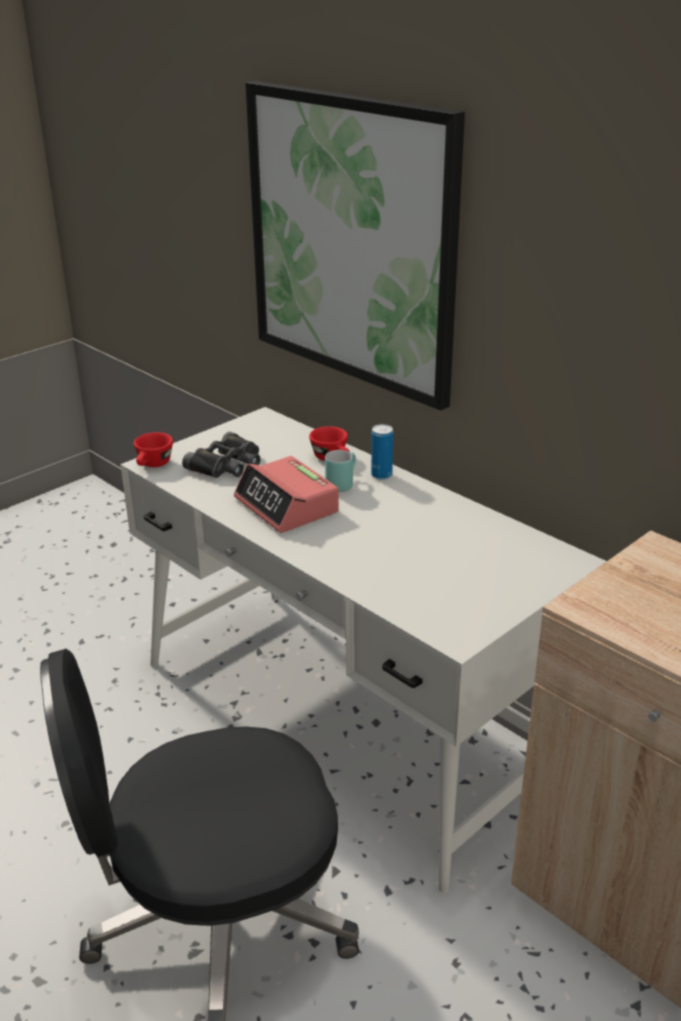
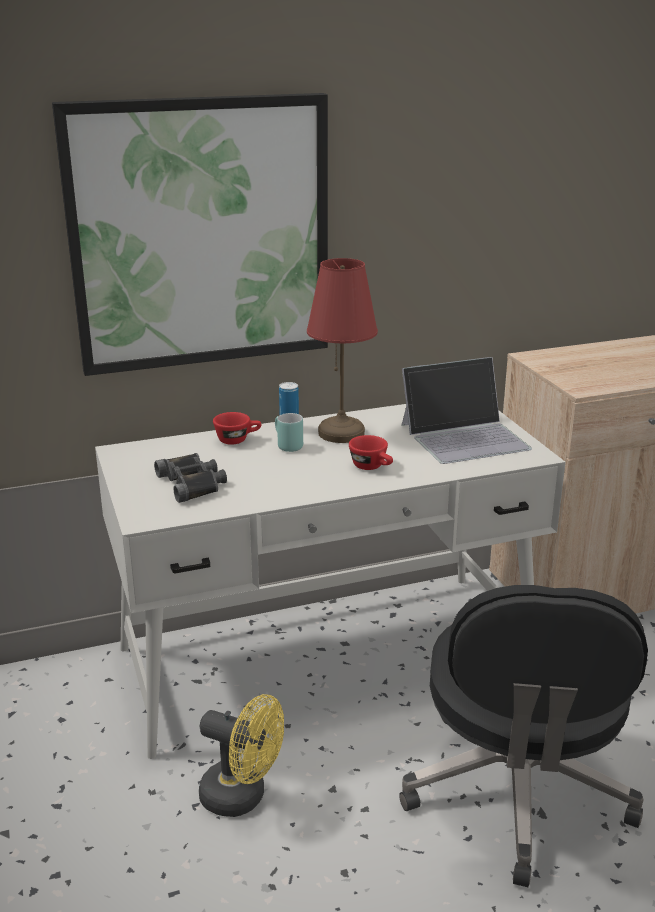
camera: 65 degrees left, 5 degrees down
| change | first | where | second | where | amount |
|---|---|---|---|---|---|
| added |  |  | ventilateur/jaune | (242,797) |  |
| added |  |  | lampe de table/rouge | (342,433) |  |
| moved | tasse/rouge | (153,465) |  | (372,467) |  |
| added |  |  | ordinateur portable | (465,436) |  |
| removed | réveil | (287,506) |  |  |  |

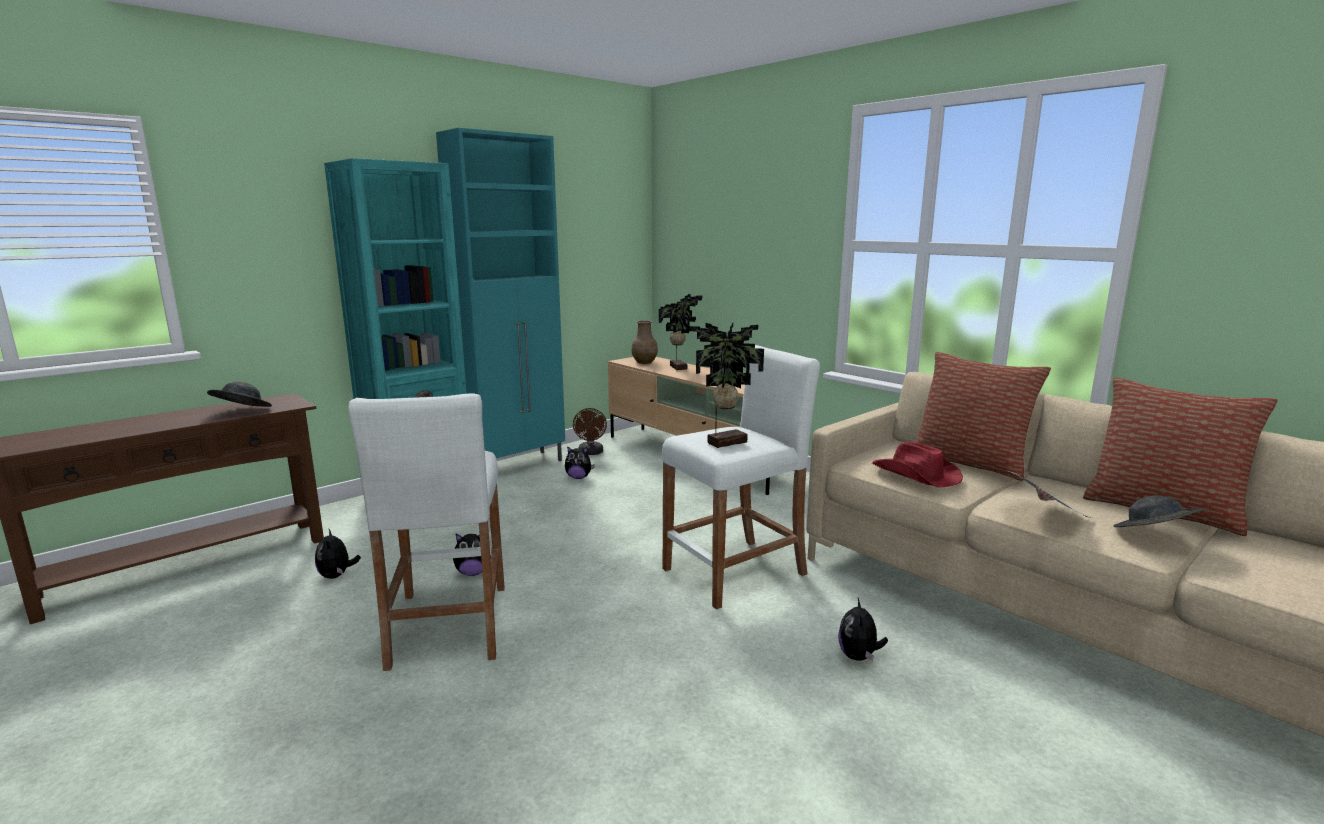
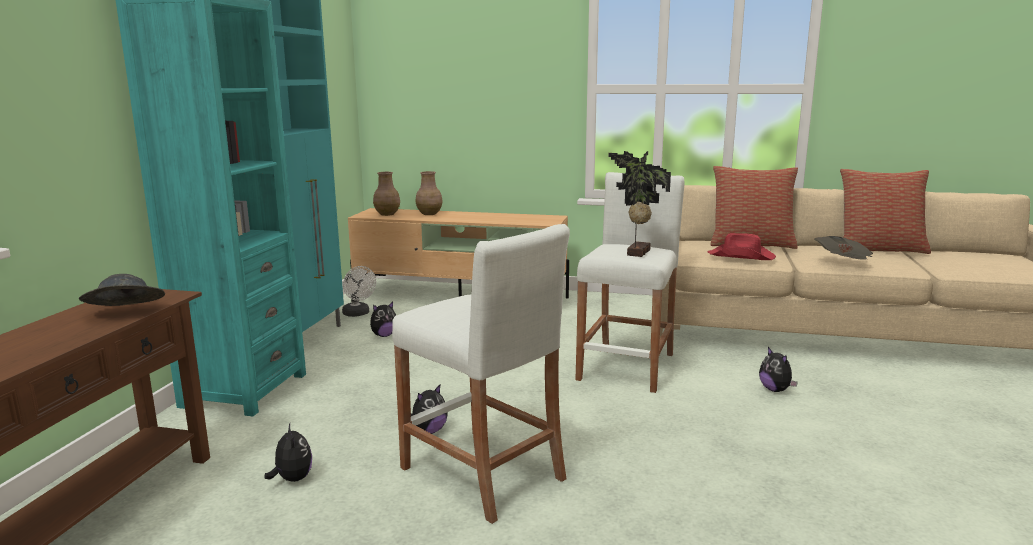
camera: 35 degrees left, 0 degrees up
| change | first | where | second | where | amount |
|---|---|---|---|---|---|
| turned | peluche | (337,576) |  | (292,479) | 150 degrees counterclockwise |
| recoloured | ventilateur/marron | (591,453) | ventilateur/blanc | (358,314) |  |
| replaced | plante en pot | (679,367) | vase/marron | (429,214) |  |
| removed | chapeau/gris | (1153,536) |  |  |  |

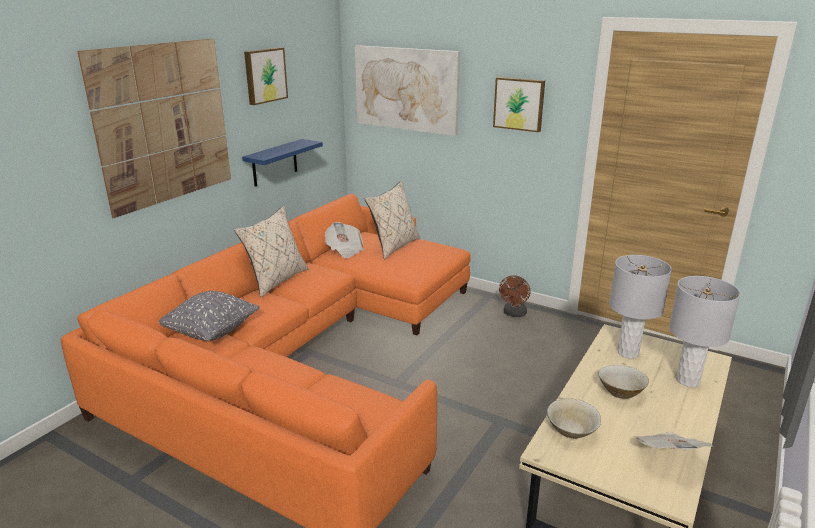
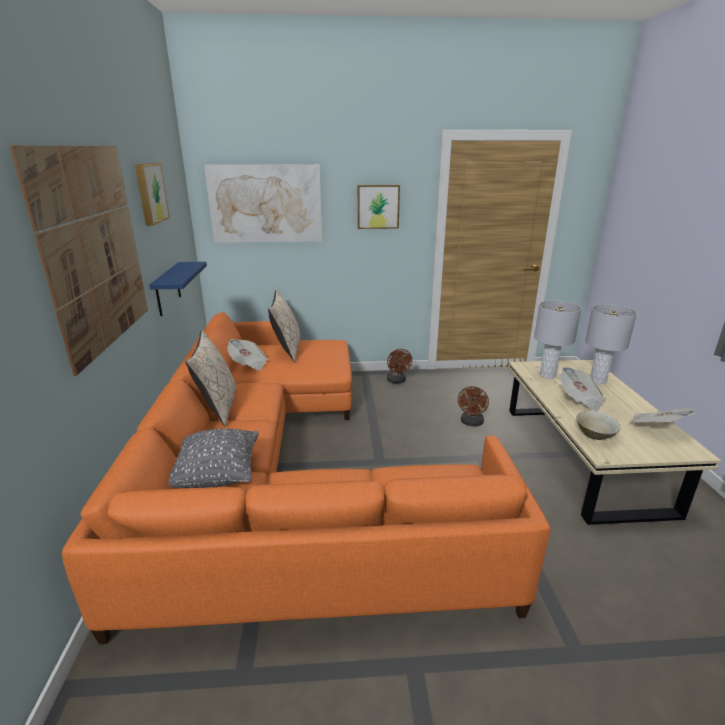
camera: 35 degrees left, 0 degrees up
| change | first | where | second | where | amount |
|---|---|---|---|---|---|
| added |  |  | ventilateur/marron | (471,423) |  |
| replaced | bol/beige | (620,392) | journal | (580,400) |  |

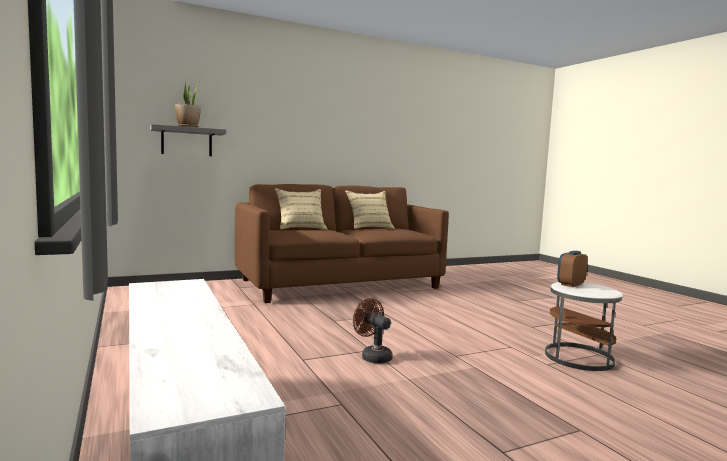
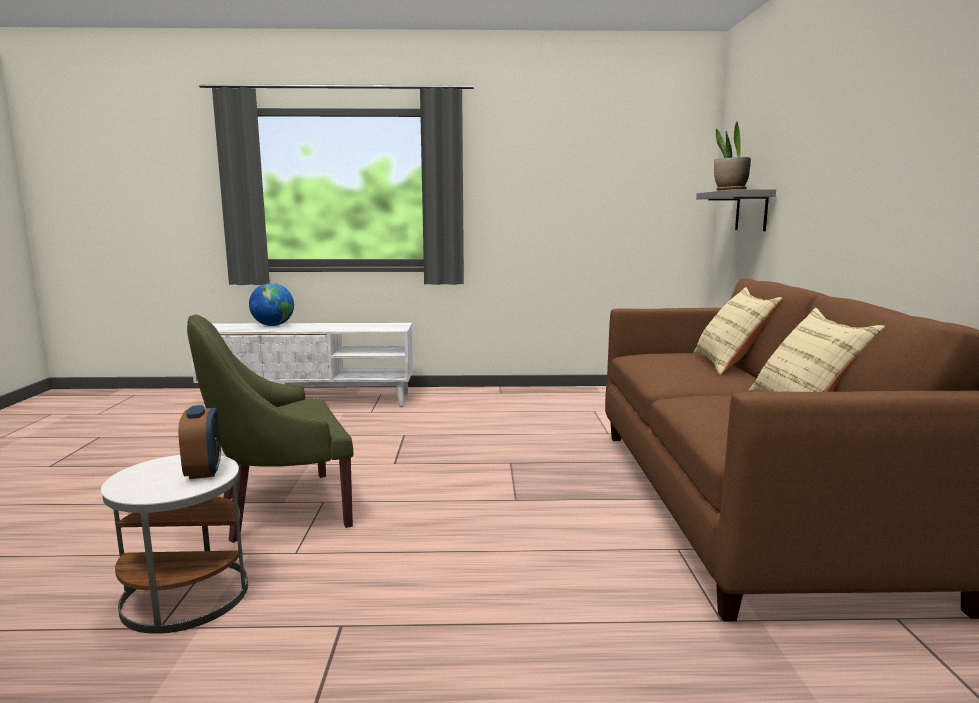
camera: 115 degrees right, 5 degrees up
| change | first | where | second | where | amount |
|---|---|---|---|---|---|
| added |  |  | fauteuil/vert | (281,508) |  |
| added |  |  | globe | (273,325) |  |
| removed | ventilateur/marron | (373,356) |  |  |  |

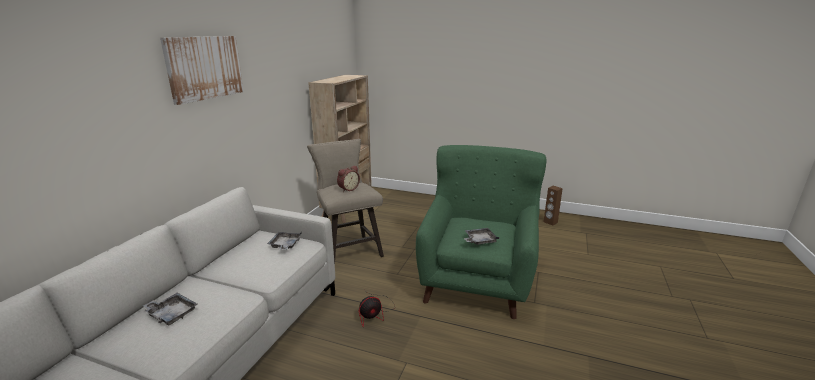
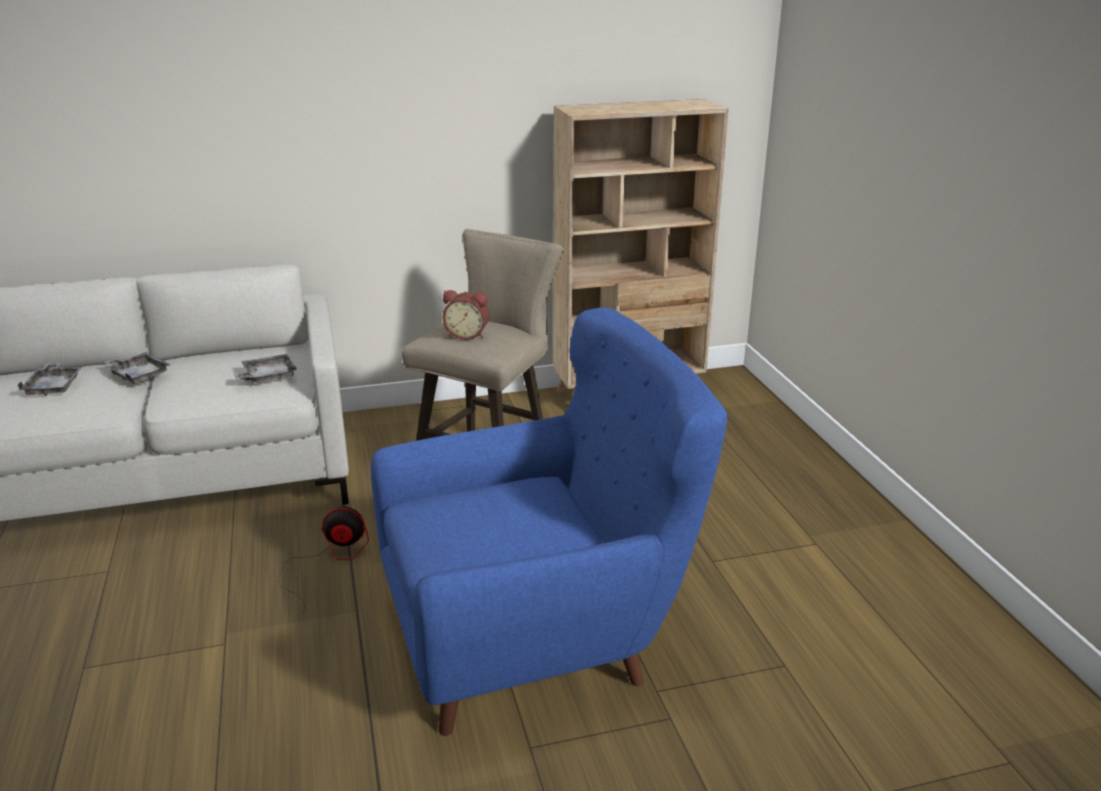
camera: 55 degrees right, 5 degrees up
| change | first | where | second | where | amount |
|---|---|---|---|---|---|
| moved | plateau/gris | (479,240) |  | (138,375) |  |
| turned | ventilateur | (374,313) |  | (328,561) | 150 degrees clockwise |
| recoloured | fauteuil/vert | (476,280) | fauteuil/bleu | (535,636) |  |
| removed | tableau | (204,67) |  |  |  |
| removed | enceinte/marron | (550,222) |  |  |  |

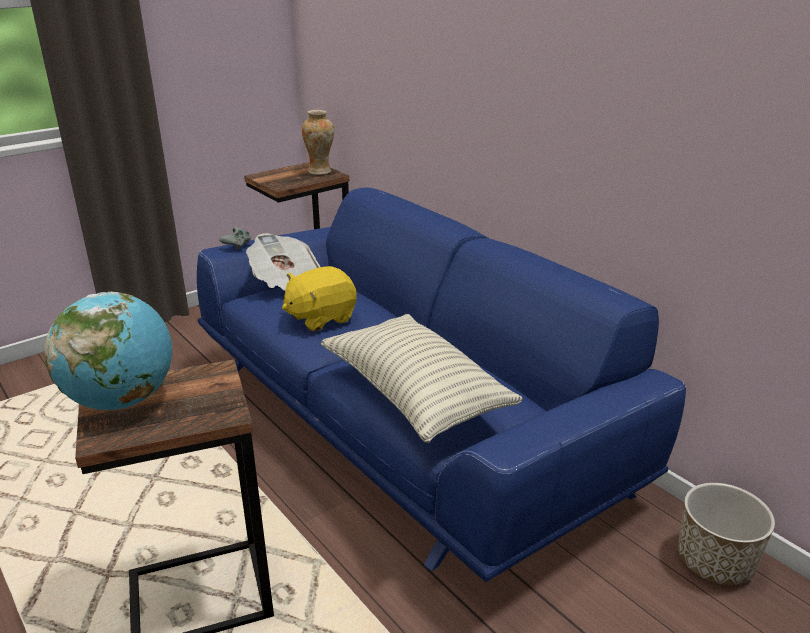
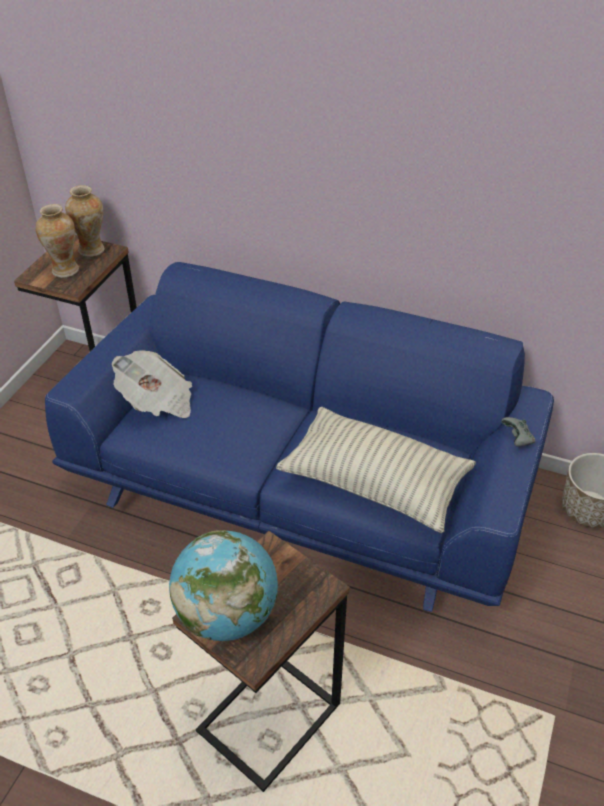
camera: 30 degrees left, 15 degrees up
| change | first | where | second | where | amount |
|---|---|---|---|---|---|
| added |  |  | vase | (65,270) |  |
| moved | manette/gris | (237,245) |  | (517,439) |  |
| removed | peluche/jaune | (320,318) |  |  |  |

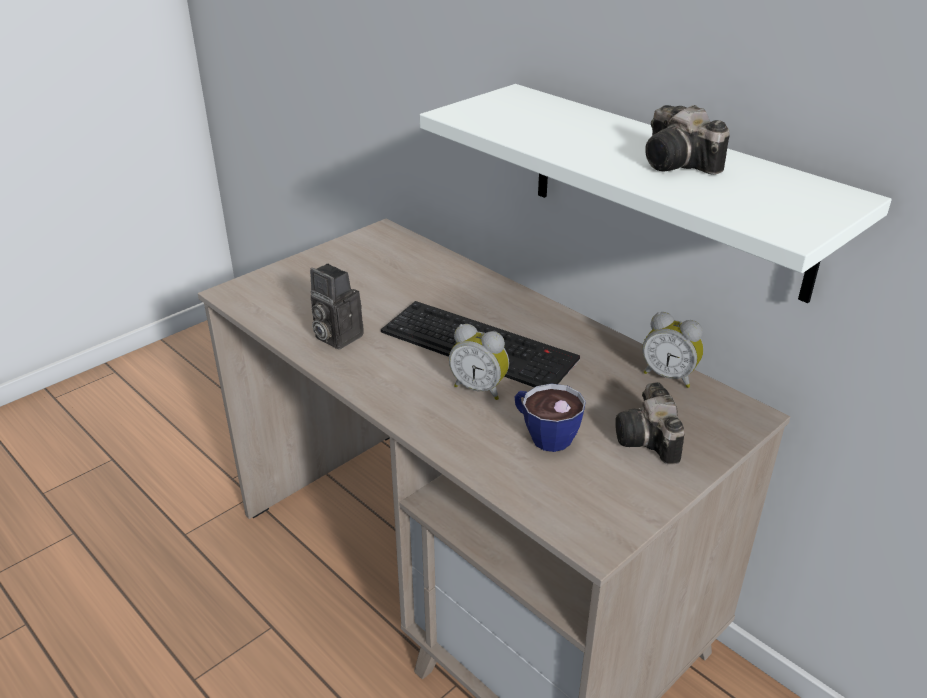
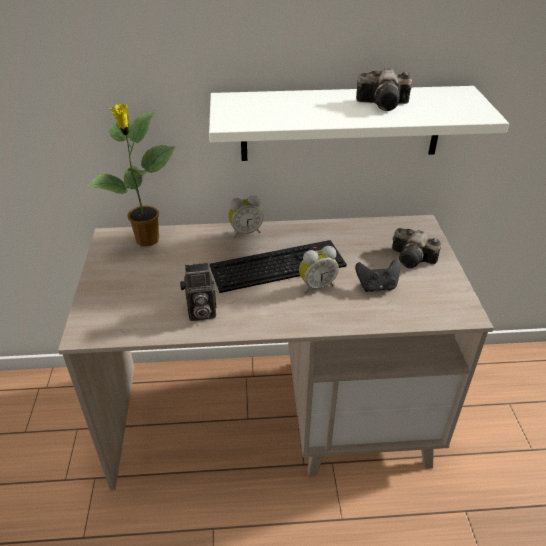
camera: 50 degrees left, 5 degrees up
| change | first | where | second | where | amount |
|---|---|---|---|---|---|
| added |  |  | plante en pot | (147,240) |  |
| moved | réveil | (669,376) |  | (245,232) |  |
| replaced | tasse | (543,434) | manette/noir | (377,286) |  |

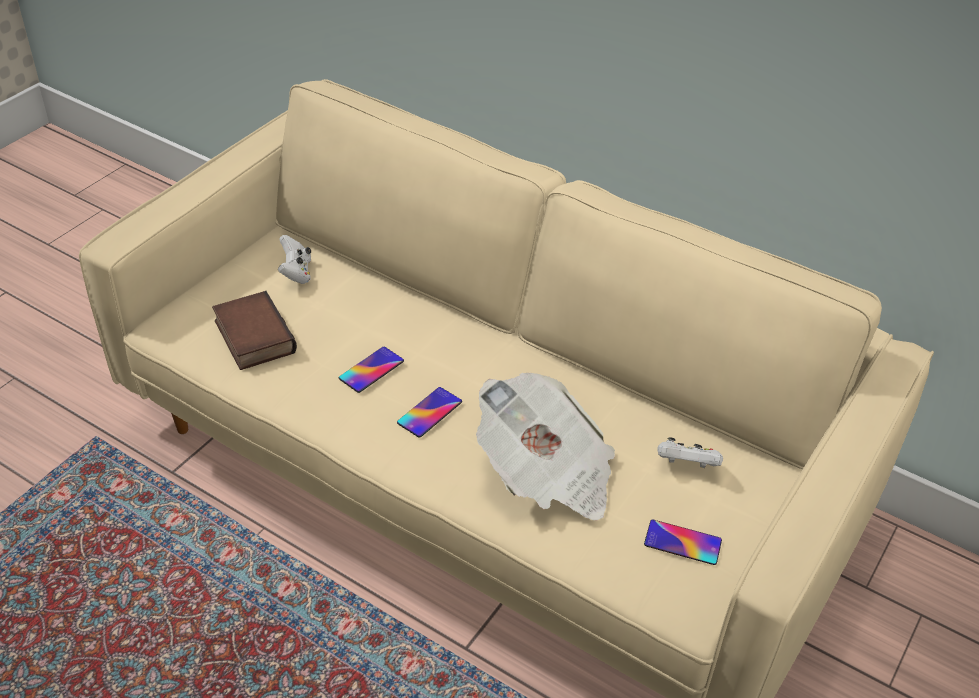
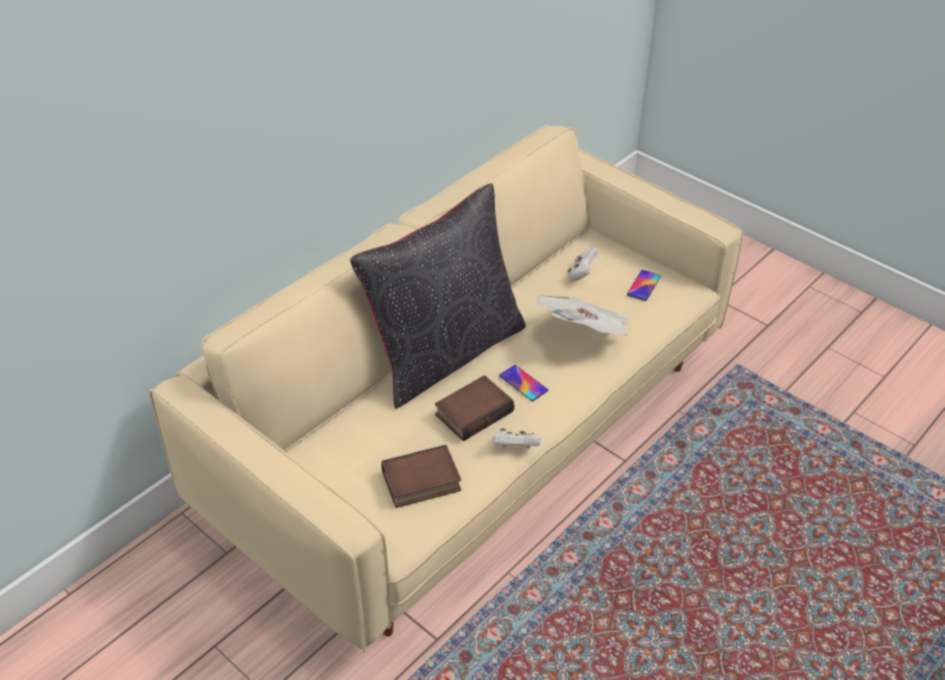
camera: 80 degrees left, 0 degrees up
| change | first | where | second | where | amount |
|---|---|---|---|---|---|
| added |  |  | coussin/noir | (445,353) |  |
| replaced | téléphone | (371,370) | livre | (473,411) |  |
| moved | manette/blanc | (296,273) |  | (516,448) |  |

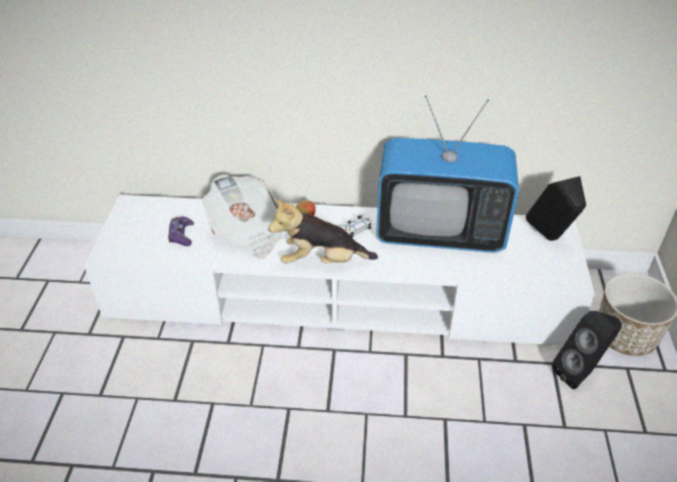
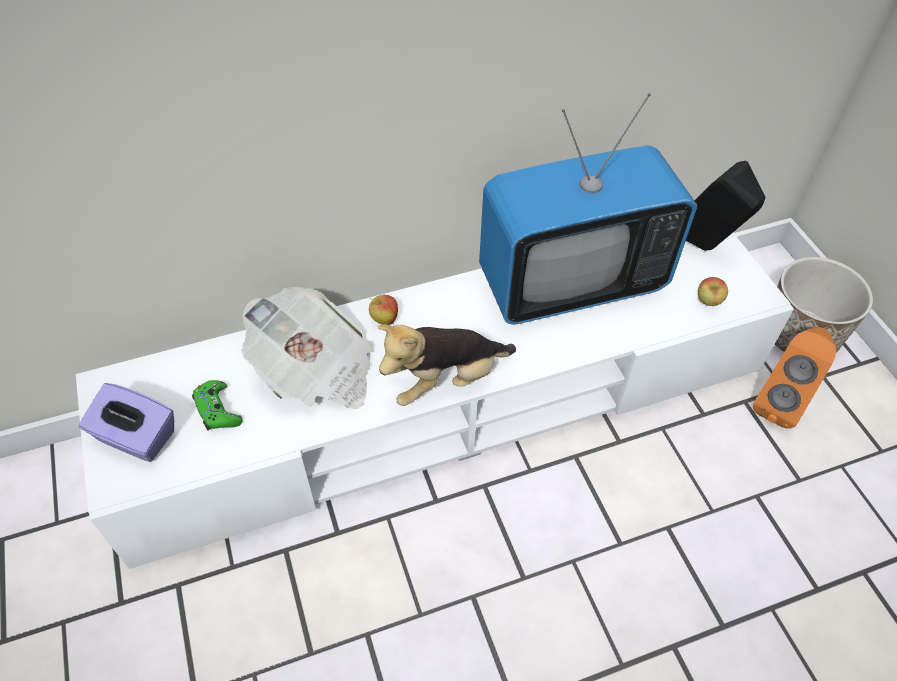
camera: 25 degrees left, 10 degrees up
| change | first | where | second | where | amount |
|---|---|---|---|---|---|
| added |  |  | boîte à mouchoirs/violet | (136,437) |  |
| recoloured | manette/violet | (181,235) | manette/vert | (218,410) |  |
| added |  |  | pomme | (708,302) |  |
| recoloured | enceinte/noir | (580,373) | enceinte/orange | (779,403) |  |
| removed | manette/blanc | (354,229) |  |  |  |

